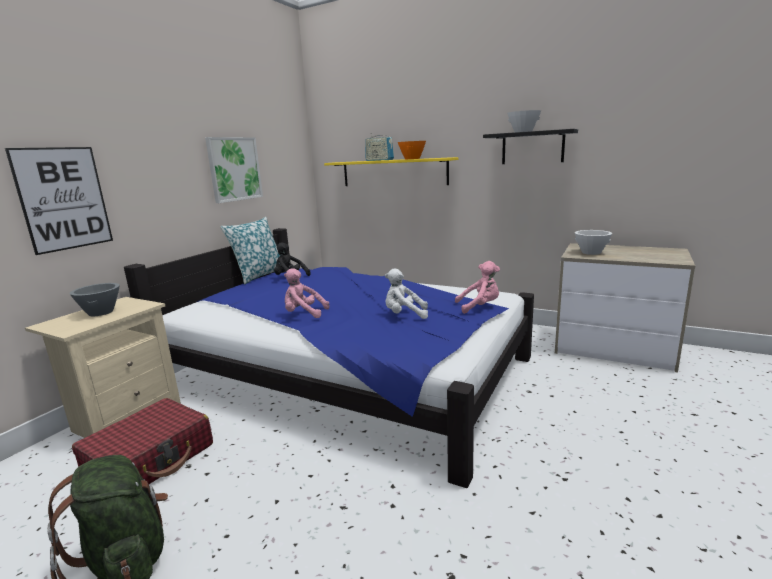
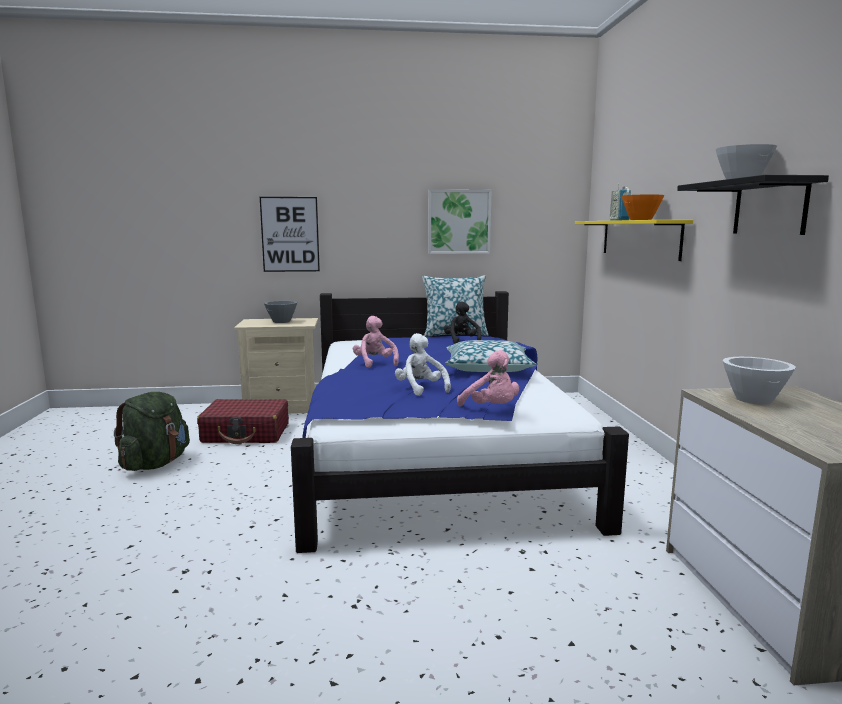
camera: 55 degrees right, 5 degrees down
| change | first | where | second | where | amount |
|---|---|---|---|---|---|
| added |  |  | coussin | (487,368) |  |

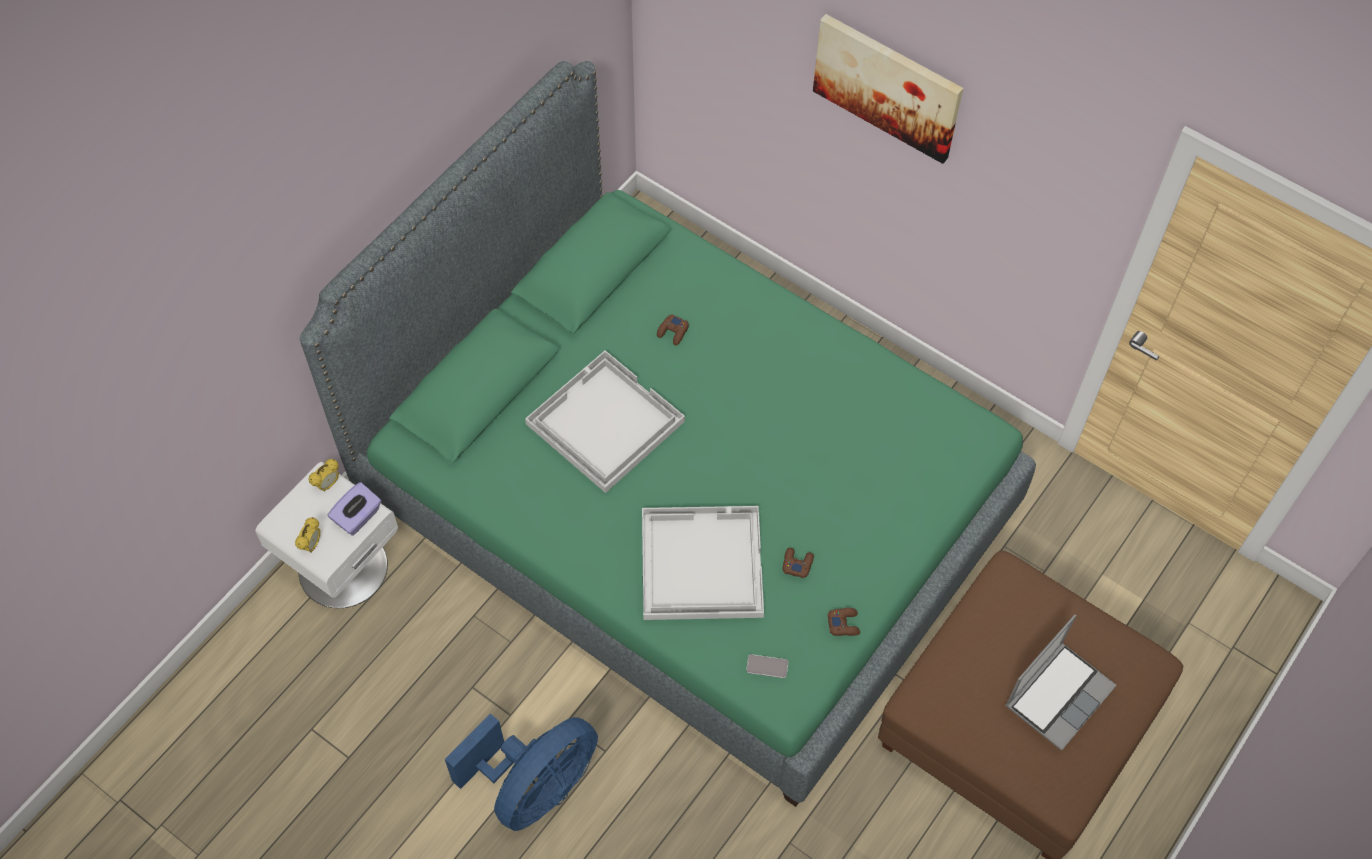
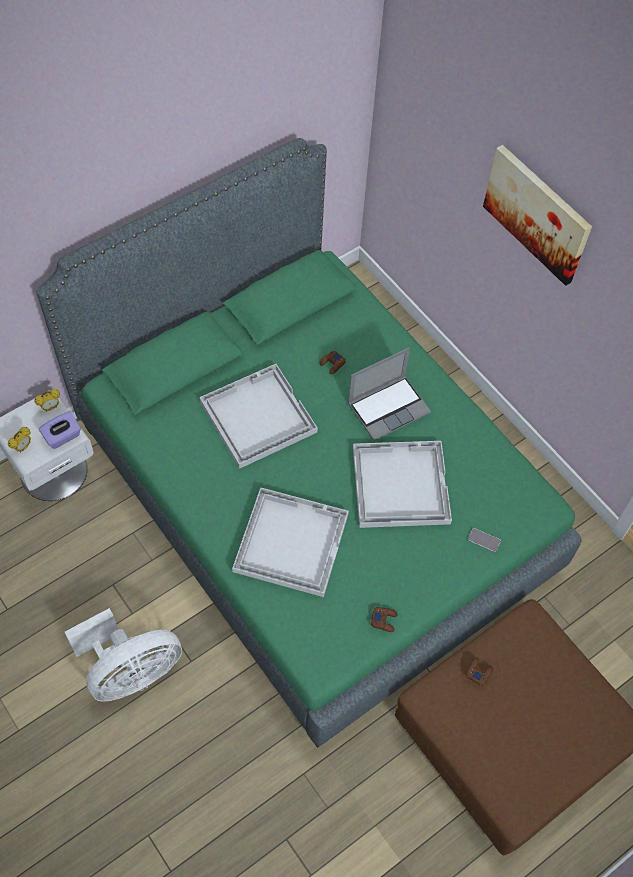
camera: 15 degrees right, 0 degrees up
| change | first | where | second | where | amount |
|---|---|---|---|---|---|
| recoloured | ventilateur/bleu | (535,787) | ventilateur/blanc | (131,672) |  |
| moved | ordinateur portable | (1059,694) |  | (389,407) |  |
| added |  |  | plateau/blanc | (399,484) |  |
| moved | manette/marron | (797,564) |  | (478,672) |  |
| moved | téléphone | (767,666) |  | (484,540) |  |

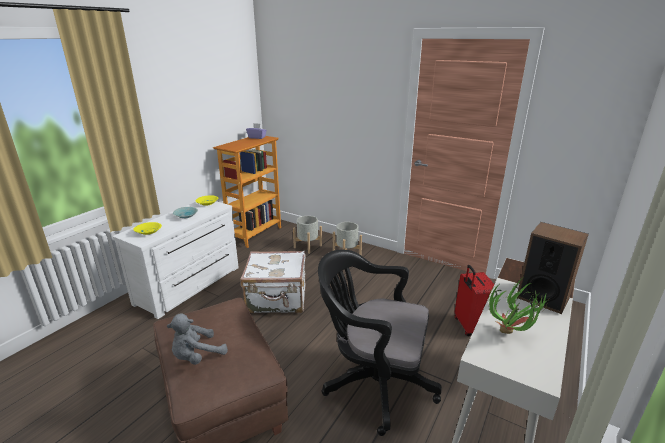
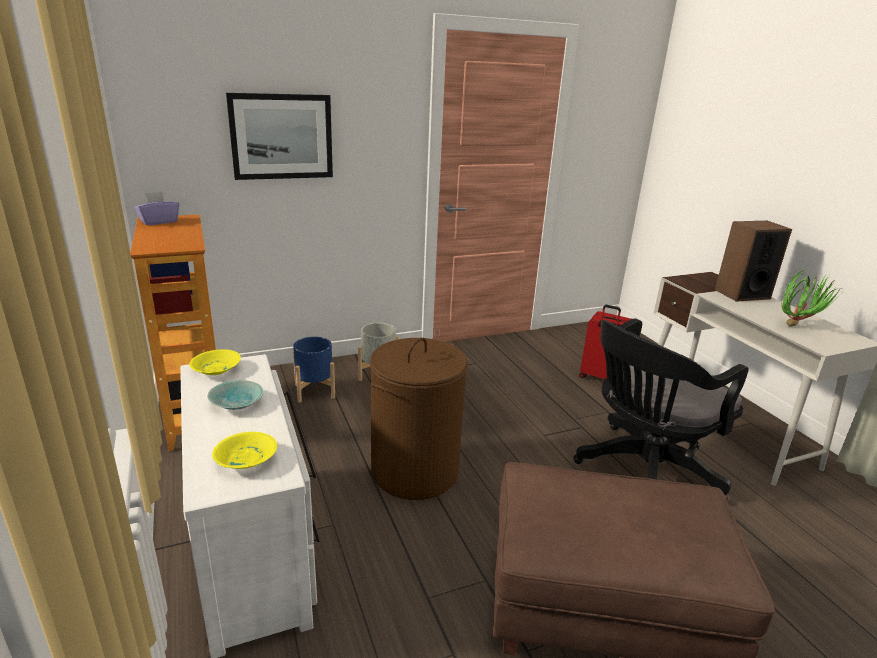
camera: 55 degrees left, 0 degrees up
| change | first | where | second | where | amount |
|---|---|---|---|---|---|
| added |  |  | tableau | (281,136) |  |
| recoloured | cache-pot/gris | (307,246) | cache-pot/bleu | (314,391) |  |
| replaced | valise/blanc | (277,299) | panier à linge/marron | (414,471) |  |
| removed | peluche/gris | (197,356) |  |  |  |

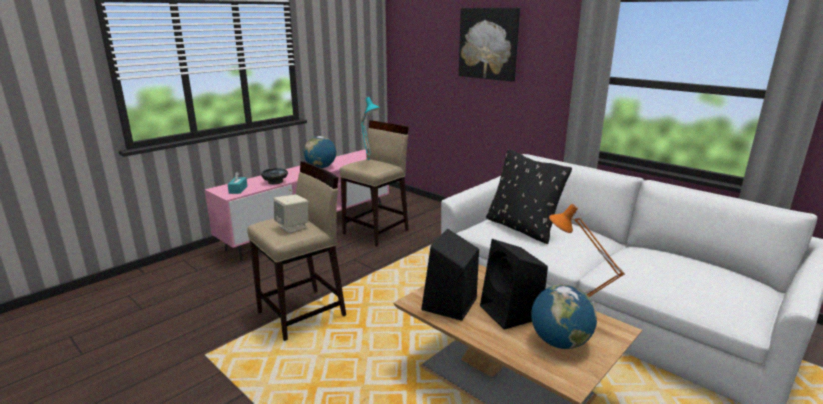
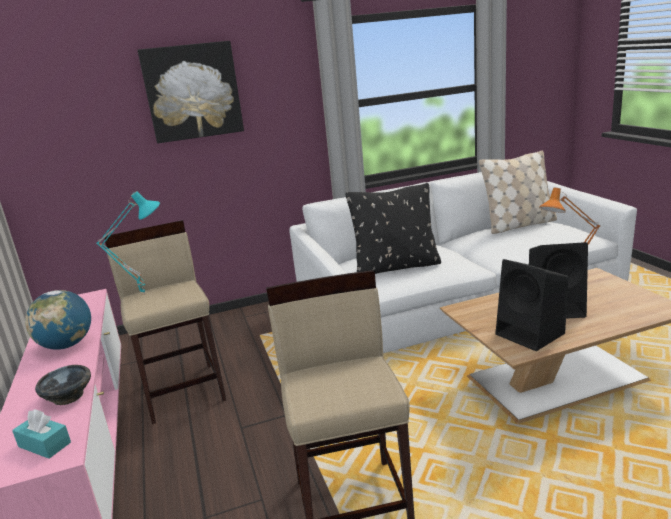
camera: 60 degrees left, 0 degrees up
| change | first | where | second | where | amount |
|---|---|---|---|---|---|
| added |  |  | coussin/beige | (518,225) |  |
| removed | enceinte/beige | (293,227) |  |  |  |
| removed | globe | (559,342) |  |  |  |

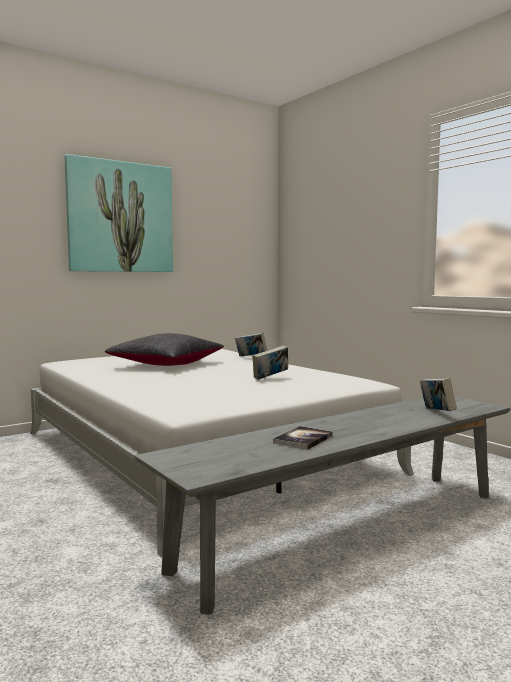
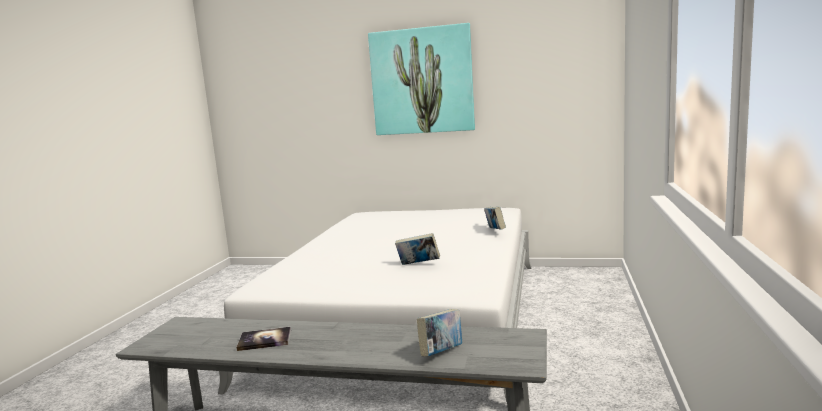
camera: 50 degrees right, 5 degrees up
| change | first | where | second | where | amount |
|---|---|---|---|---|---|
| removed | coussin/noir | (166,364) |  |  |  |

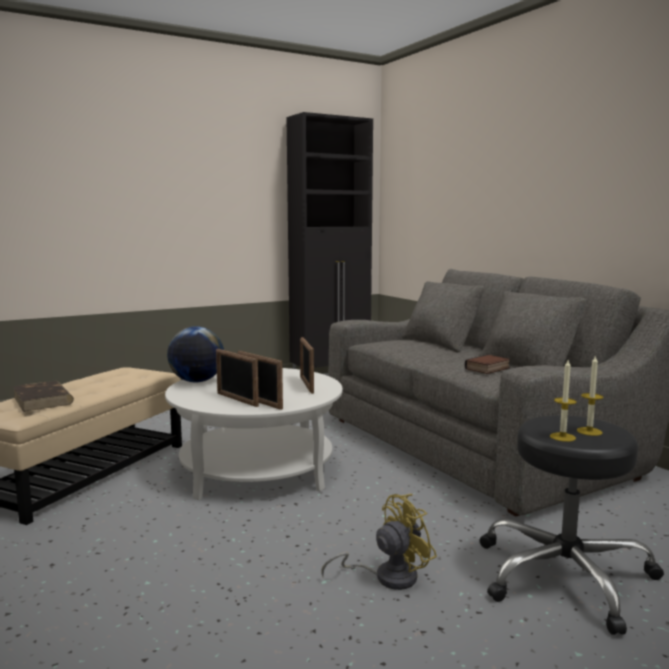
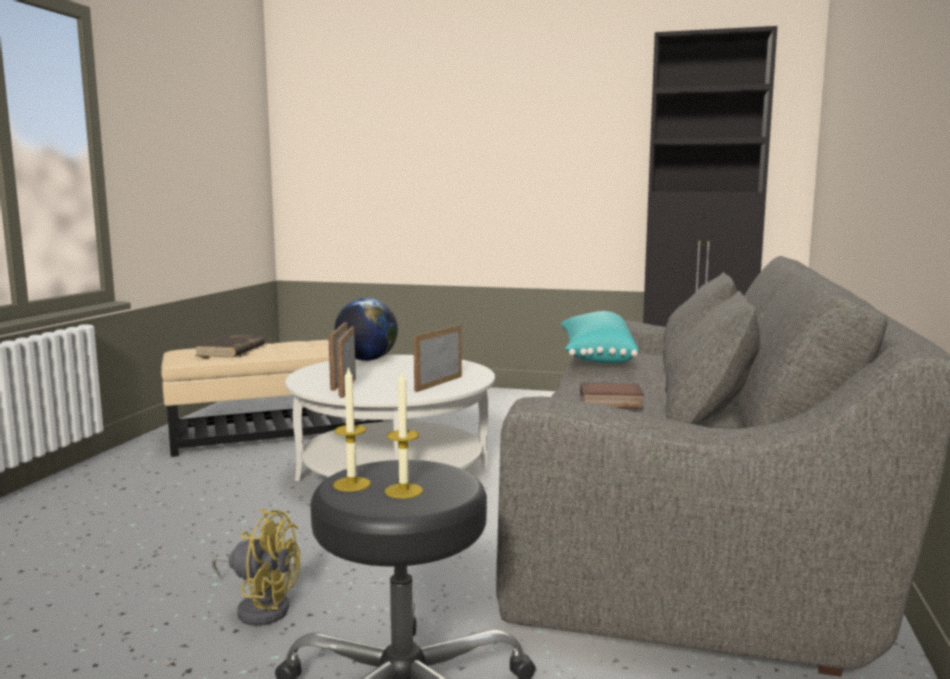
camera: 45 degrees right, 0 degrees up
| change | first | where | second | where | amount |
|---|---|---|---|---|---|
| added |  |  | coussin/turquoise | (595,356) |  |

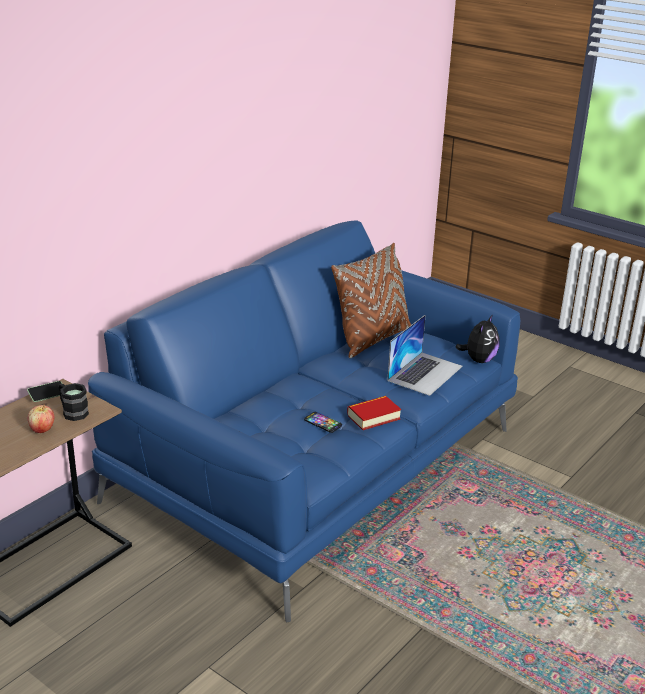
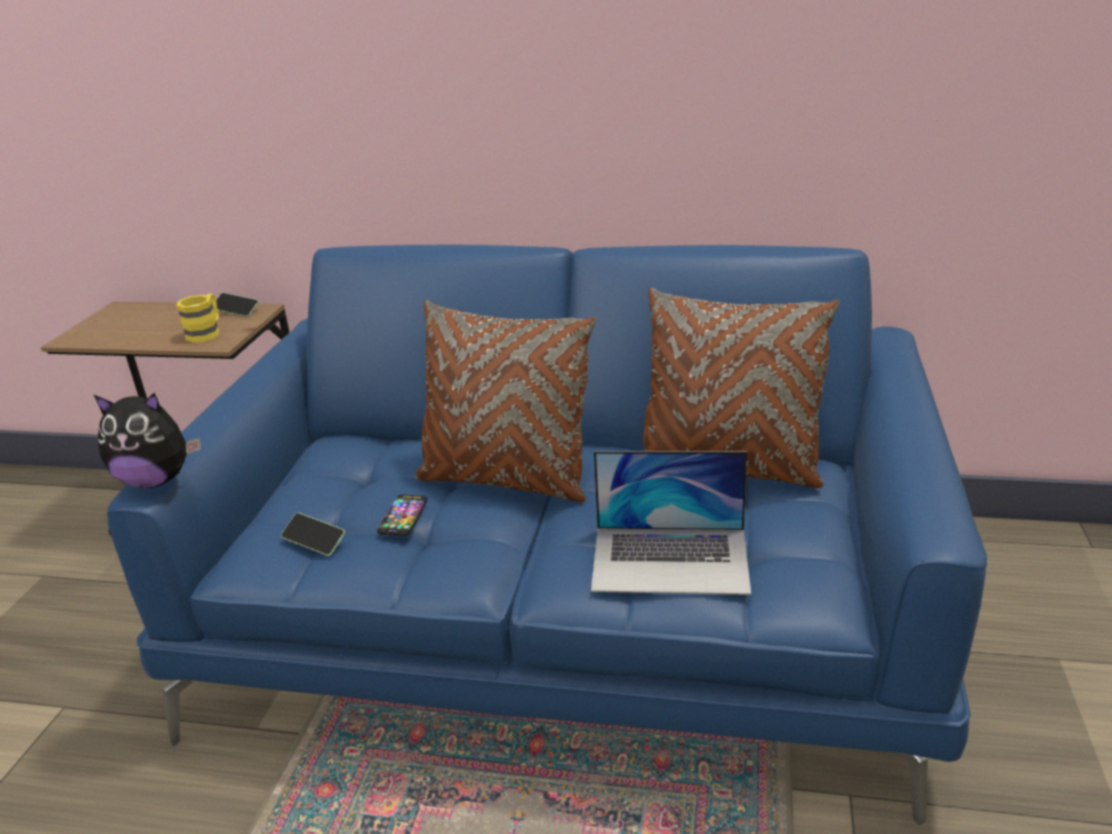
camera: 65 degrees right, 0 degrees up
| change | first | where | second | where | amount |
|---|---|---|---|---|---|
| moved | peluche | (478,360) |  | (157,480) |  |
| recoloured | mug/noir | (72,411) | mug/jaune | (207,332) |  |
| added |  |  | téléphone | (314,541) |  |
| added |  |  | coussin/marron | (506,479) |  |
| removed | pomme | (42,429) |  |  |  |
| removed | livre | (373,417) |  |  |  |

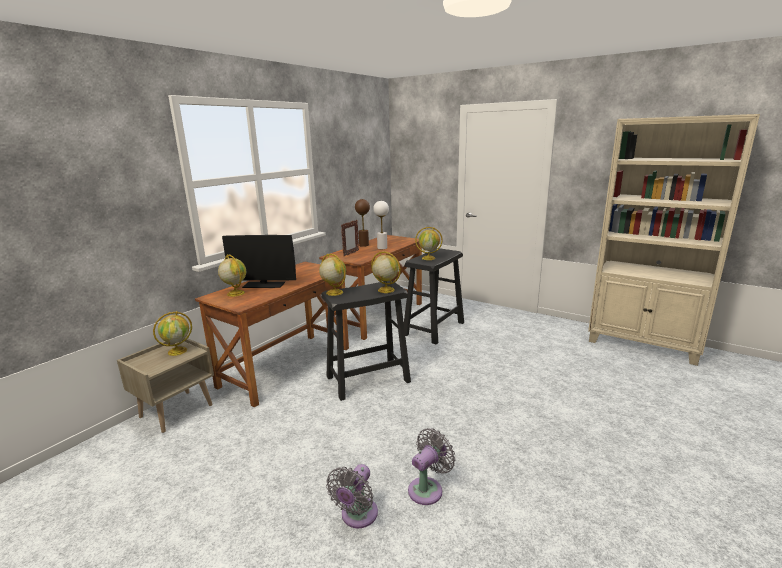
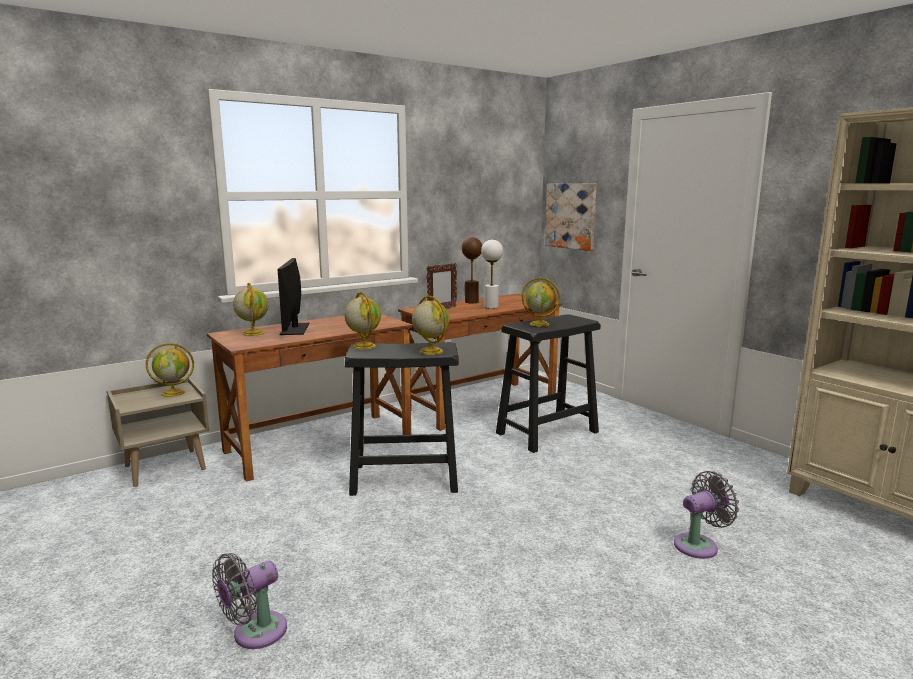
camera: 20 degrees right, 5 degrees down
| change | first | where | second | where | amount |
|---|---|---|---|---|---|
| turned | écran d'ordinateur | (264,285) |  | (295,329) | 60 degrees clockwise |
| added |  |  | tableau | (571,216) |  |
| moved | ventilateur/gris | (428,489) |  | (699,545) |  |

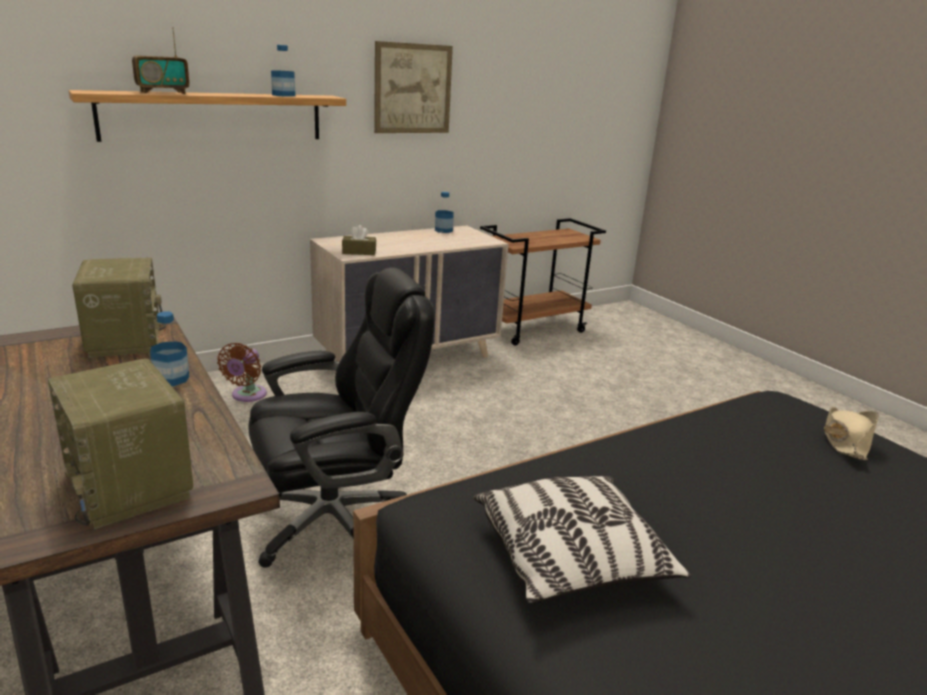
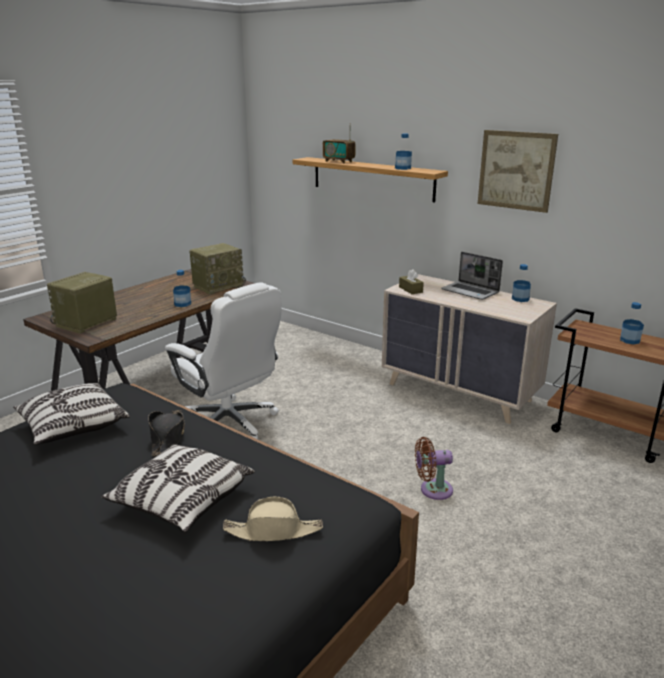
camera: 70 degrees right, 0 degrees up
| change | first | where | second | where | amount |
|---|---|---|---|---|---|
| added |  |  | coussin | (182,501) |  |
| added |  |  | chapeau/noir | (167,437) |  |
| recoloured | chaise de bureau/noir | (336,521) | chaise de bureau/blanc | (230,424) |  |
| moved | ventilateur/marron | (247,396) |  | (432,490) |  |
| added |  |  | ordinateur portable | (471,291) |  |
| added |  |  | bouteille | (629,340) |  |

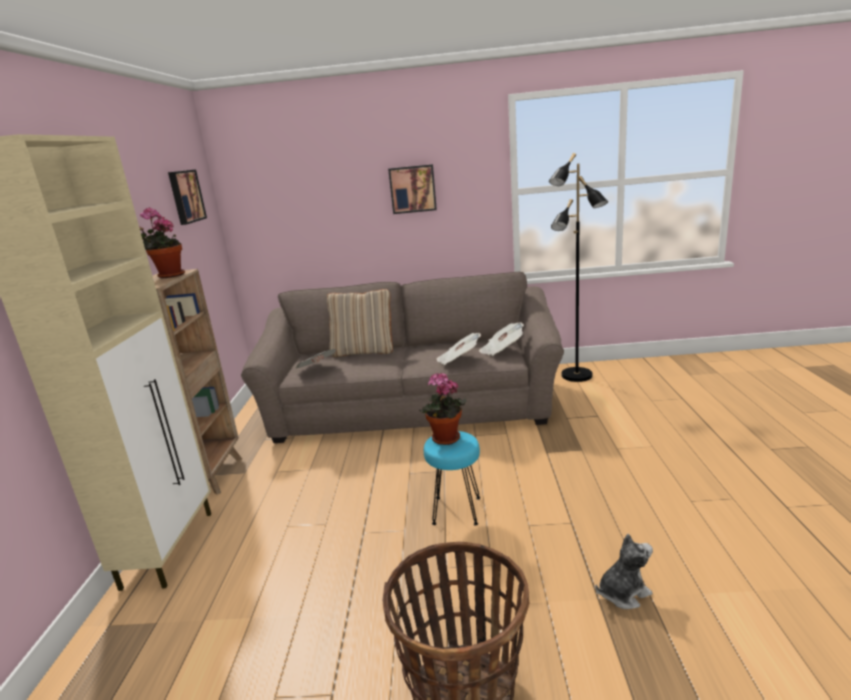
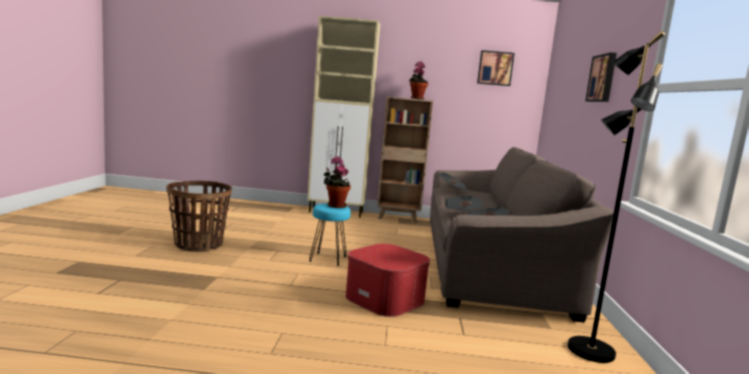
camera: 90 degrees right, 10 degrees down
| change | first | where | second | where | amount |
|---|---|---|---|---|---|
| added |  |  | pouf | (385,298) |  |
| removed | coussin/beige | (363,351) |  |  |  |
| removed | peluche | (623,593) |  |  |  |

